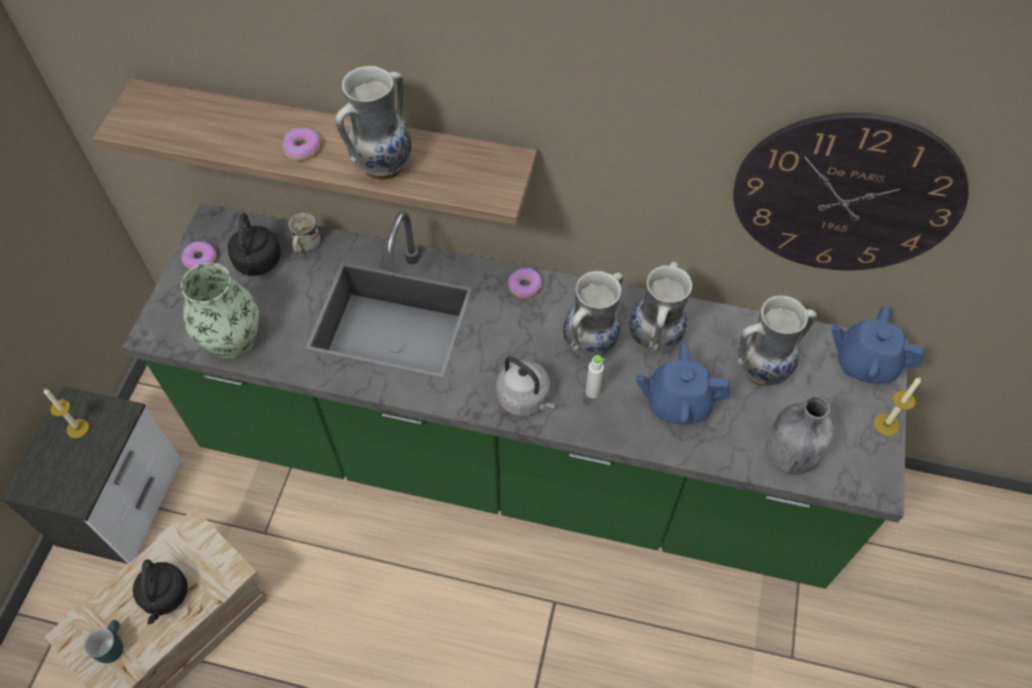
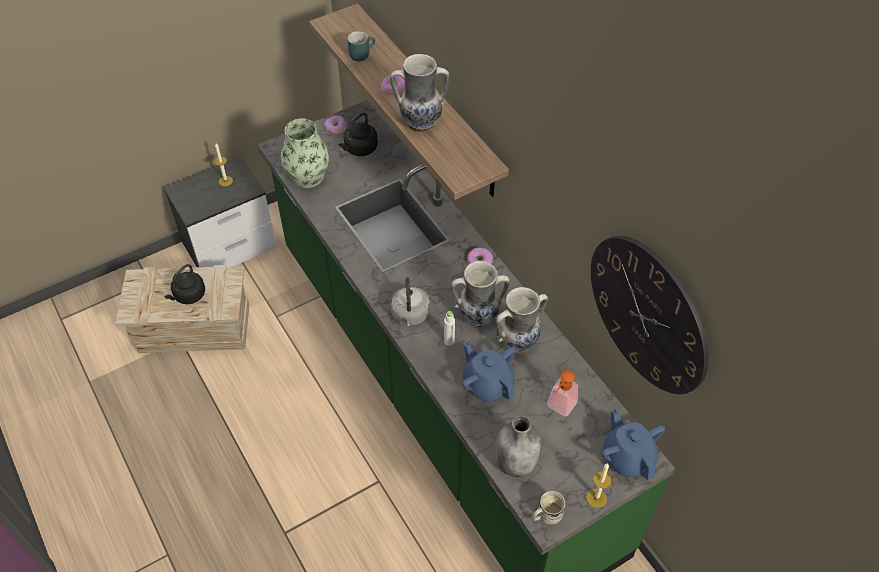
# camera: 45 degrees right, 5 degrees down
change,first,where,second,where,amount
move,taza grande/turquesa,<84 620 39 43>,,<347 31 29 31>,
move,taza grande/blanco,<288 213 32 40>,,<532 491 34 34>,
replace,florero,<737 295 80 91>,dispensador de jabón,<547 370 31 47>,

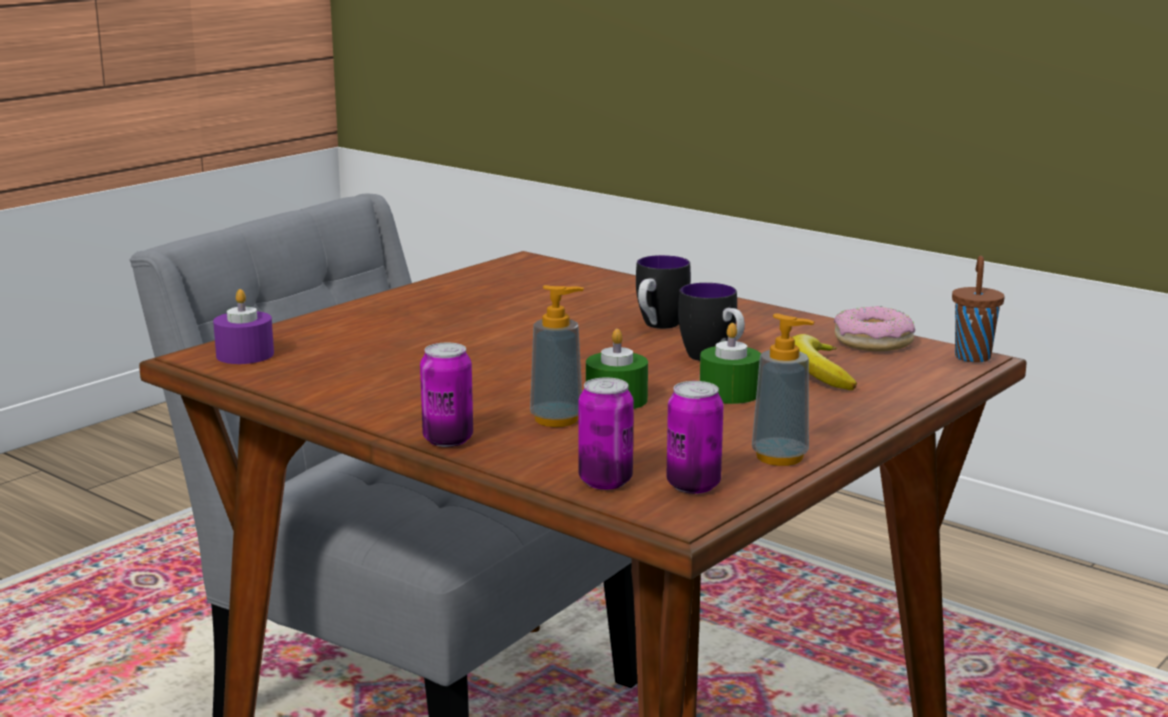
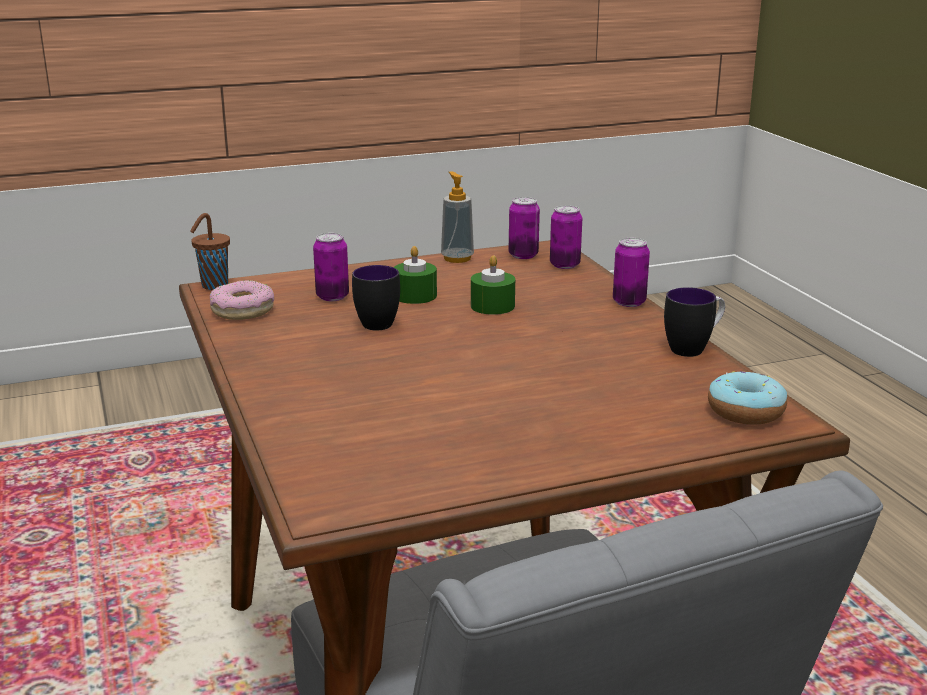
# camera: 150 degrees left, 5 degrees up
change,first,where,second,where,amount
replace,plátano,<793 334 64 56>,lata,<313 233 36 68>,
move,taza grande,<636 255 55 74>,,<664 287 61 70>,
replace,vela/morado,<213 289 61 75>,rosquilla,<708 371 79 54>,
delete,dispensador de jabón,<530 285 54 142>,,,

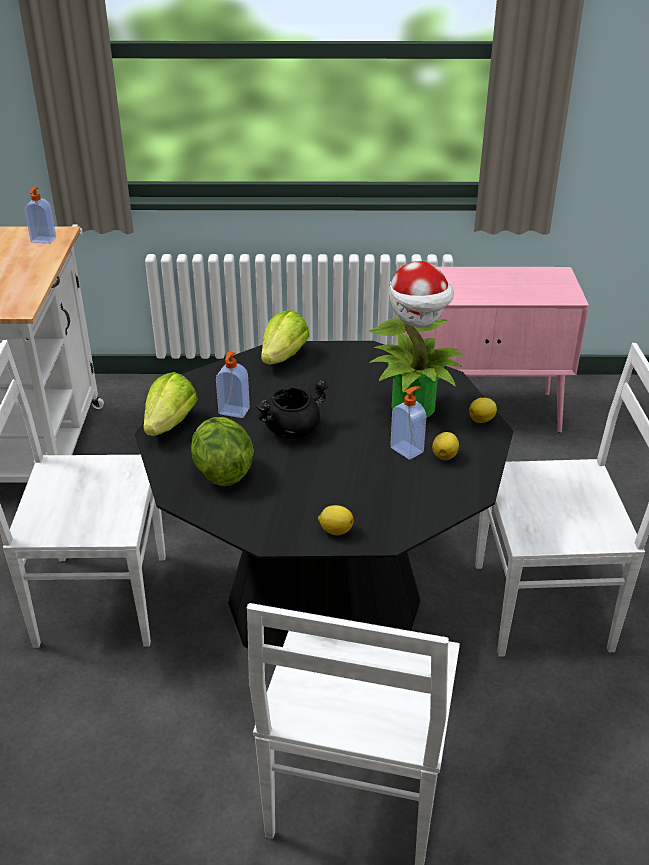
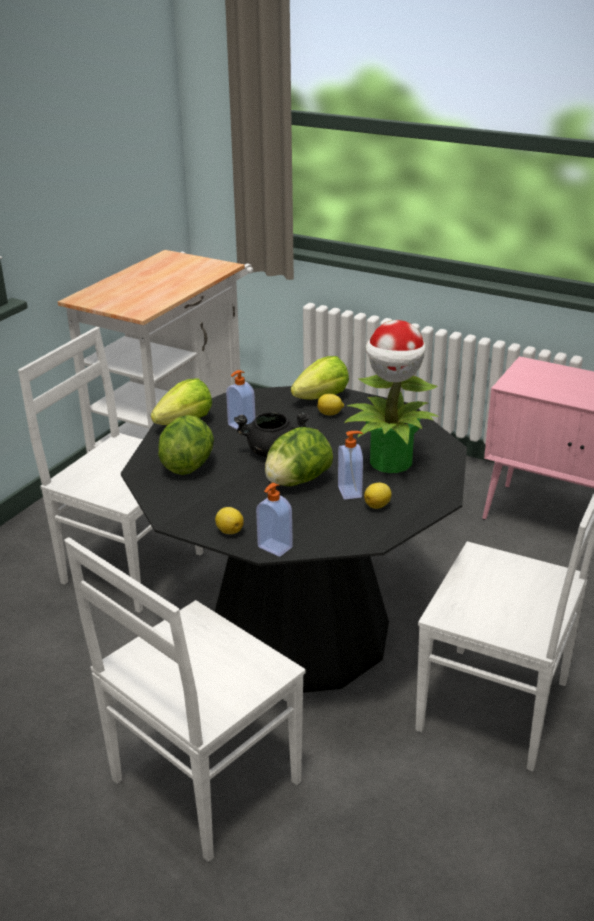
# camera: 30 degrees right, 5 degrees down
change,first,where,second,where,amount
move,dispensador de jabón,<25 187 31 57>,,<256 483 37 74>,
insert,,,lechuga,<265 427 68 59>,
move,limón,<469 398 28 25>,,<317 394 27 21>,

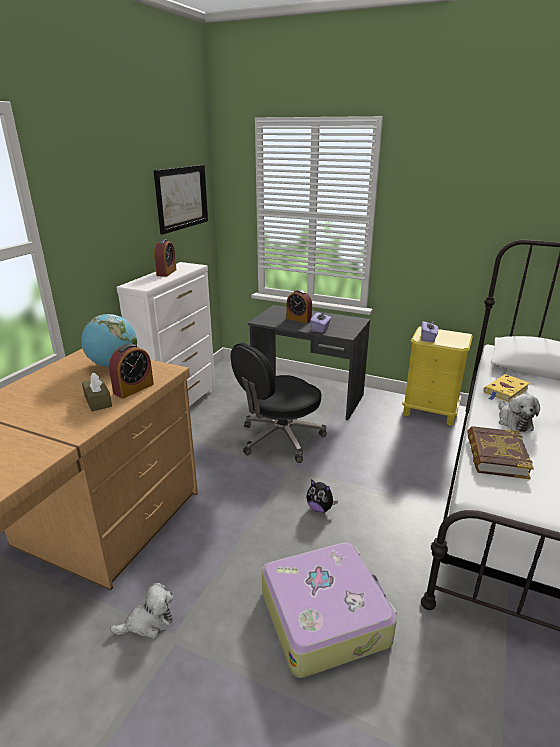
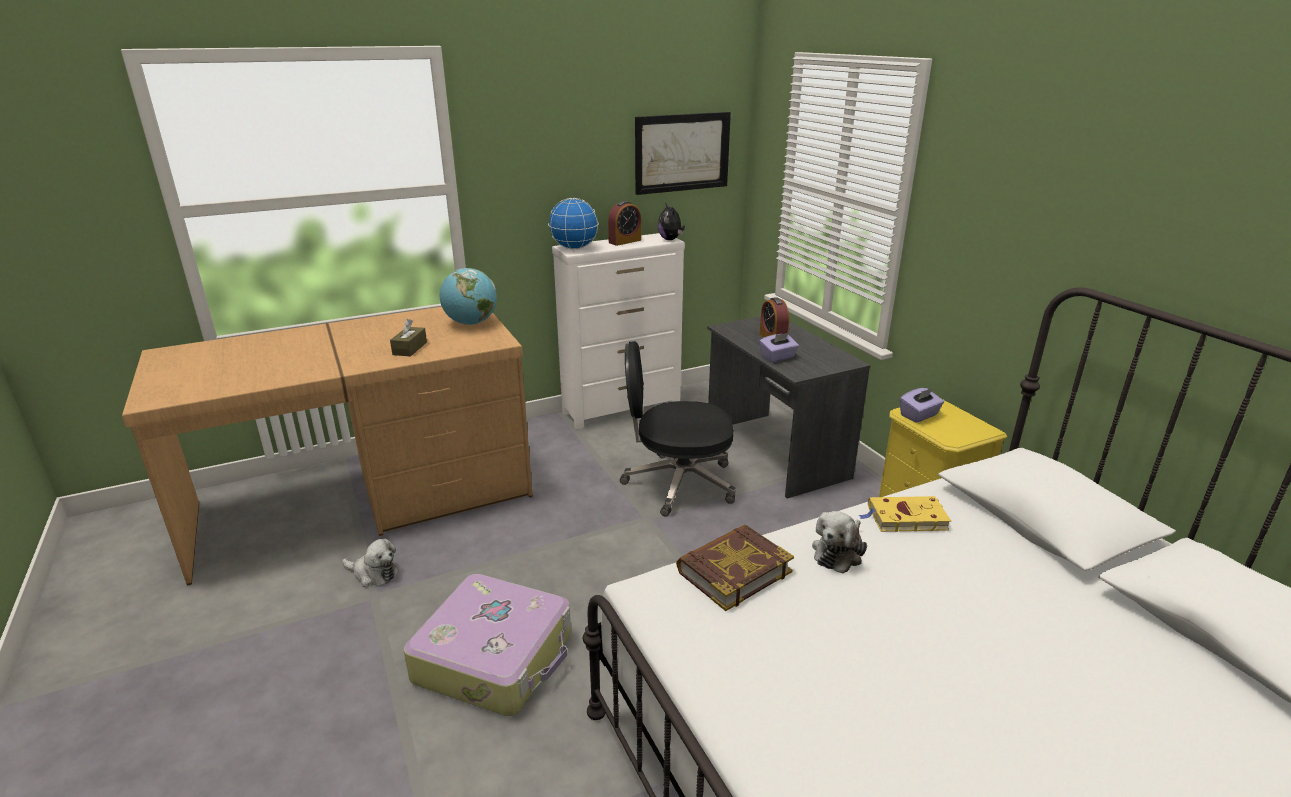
# camera: 40 degrees right, 0 degrees up
change,first,where,second,where,amount
insert,,,globo terráqueo,<548 198 51 51>,
move,peluche,<306 479 32 34>,,<658 204 27 36>,
delete,despertador,<109 344 45 55>,,,

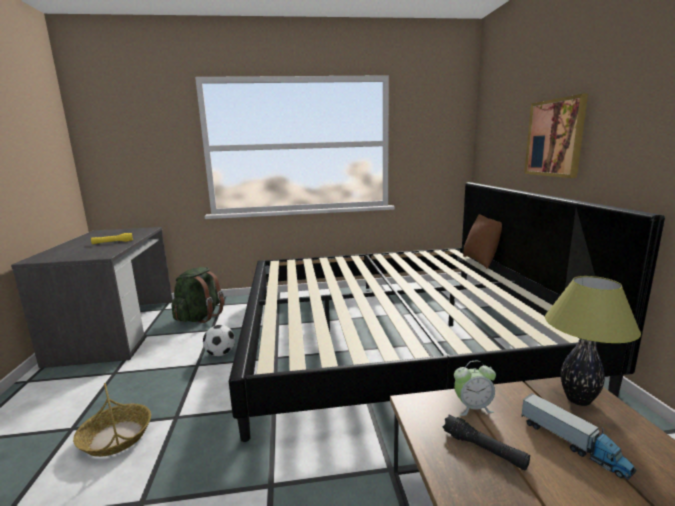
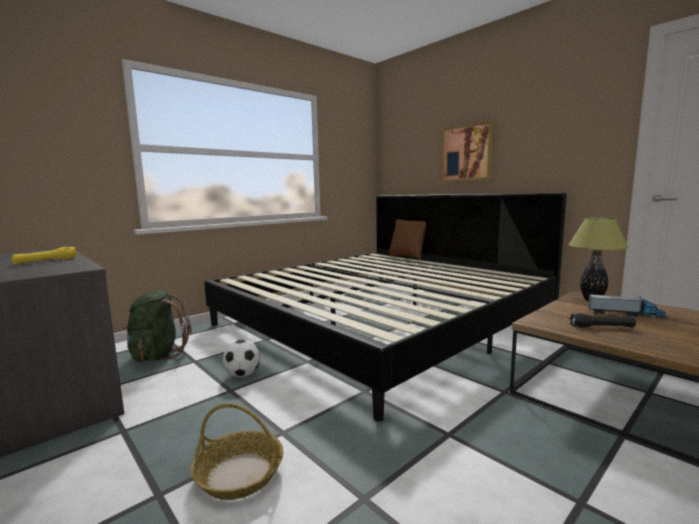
# camera: 35 degrees left, 5 degrees down
change,first,where,second,where,amount
delete,despertador,<454 361 42 55>,,,

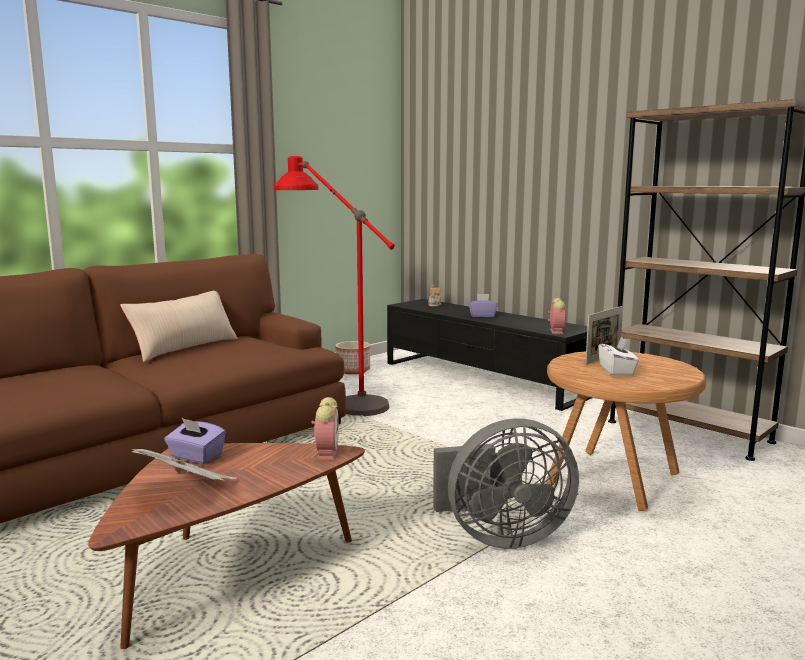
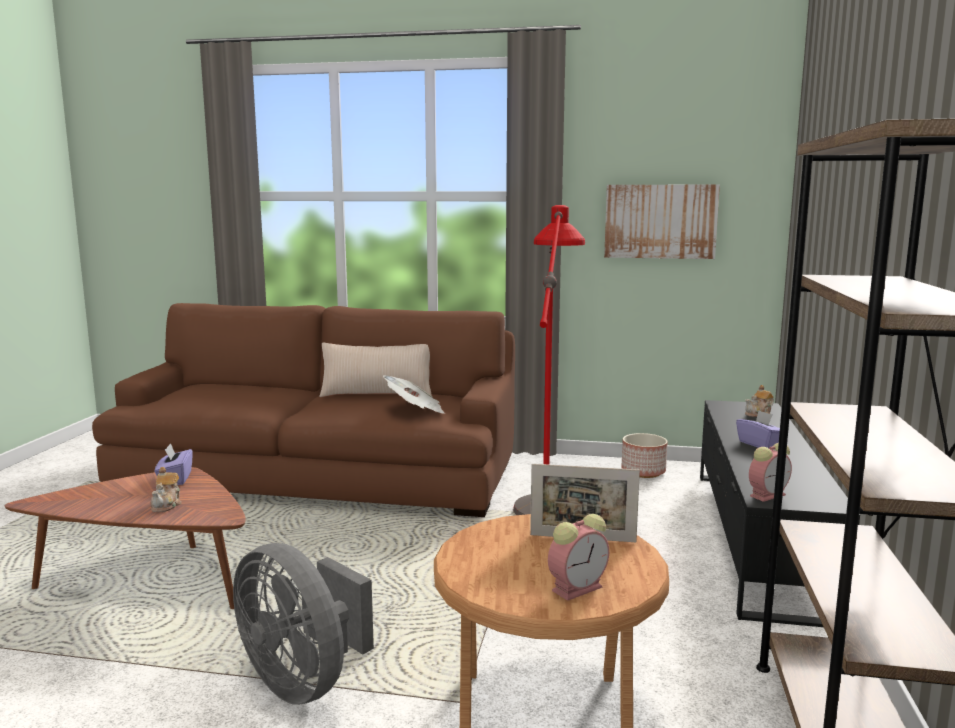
# camera: 55 degrees right, 0 degrees up
change,first,where,second,where,amount
insert,,,tetera,<150 467 32 45>,
move,periódico,<132 449 104 32>,,<383 375 62 39>,
move,despertador,<311 397 28 63>,,<548 514 61 87>,
insert,,,cuadro,<604 185 116 74>,
delete,caja de pañuelos/blanco,<598 336 41 40>,,,

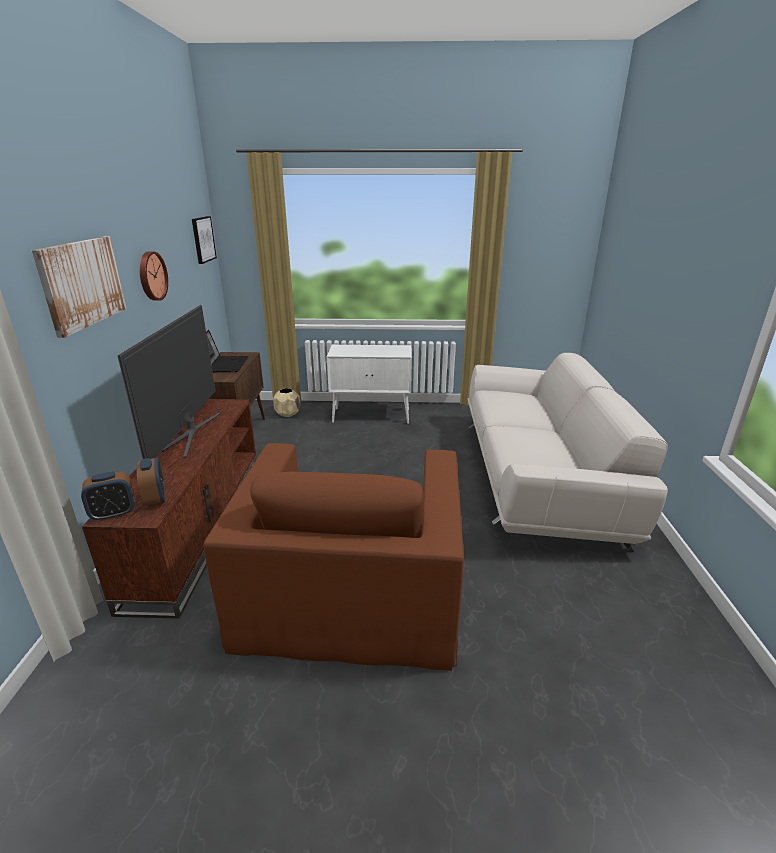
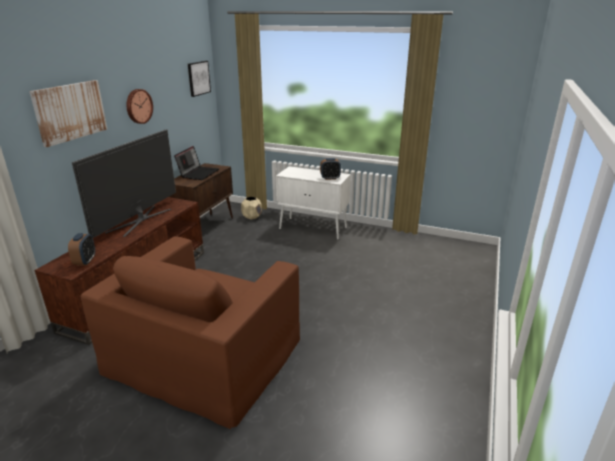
# camera: 20 degrees right, 0 degrees up
change,first,where,second,where,amount
move,despertador,<81 472 53 49>,,<320 158 21 22>,
delete,sofá/blanco,<467 353 201 199>,,,

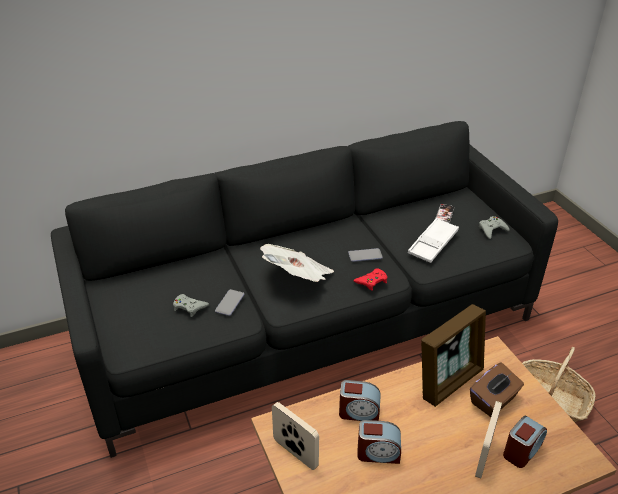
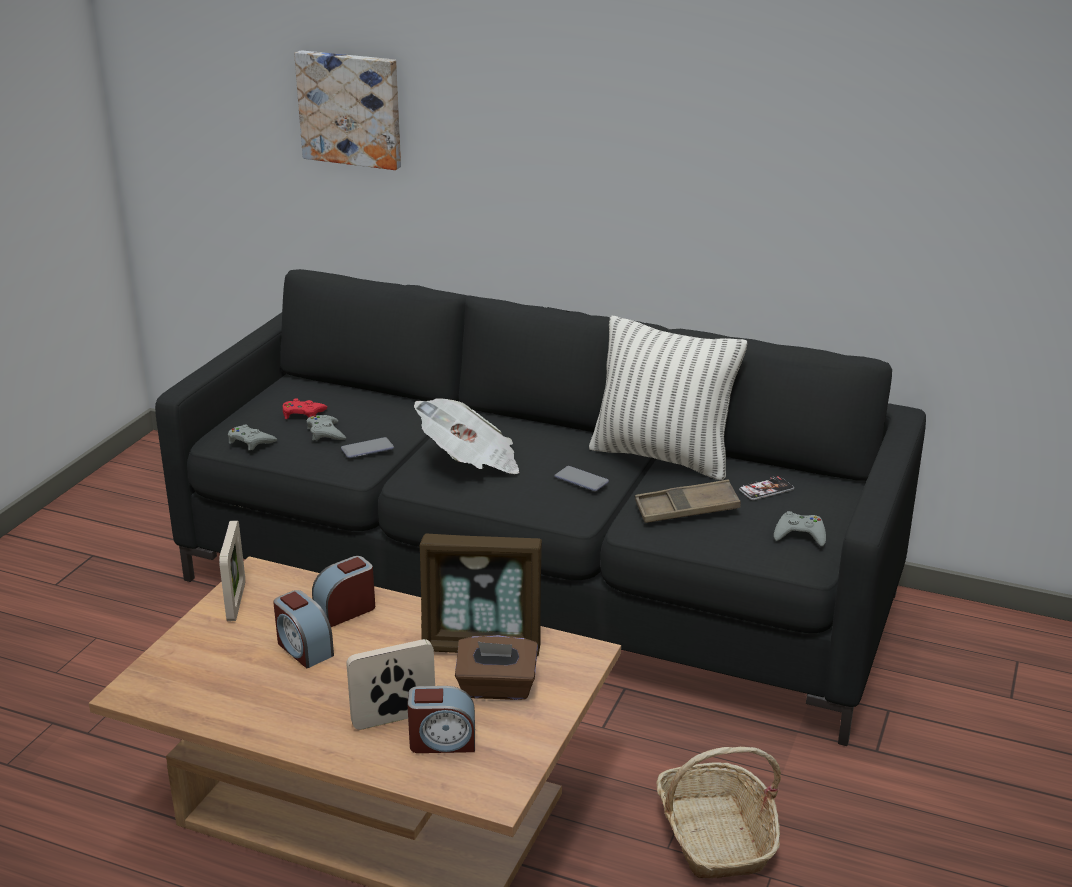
# camera: 45 degrees right, 10 degrees down
change,first,where,second,where,amount
insert,,,mando de consola/gris,<228 424 49 27>,
move,mando de consola/rojo,<353 268 35 23>,,<283 398 44 21>,
insert,,,cuadro,<294 50 107 120>,
rotate,despertador,<339 380 42 41>,,<312 556 63 71>,90 degrees clockwise
insert,,,cojín,<589 315 158 165>,
recolor,bandeja/blanco,<408 218 51 45>,bandeja/marrón,<635 480 106 43>,

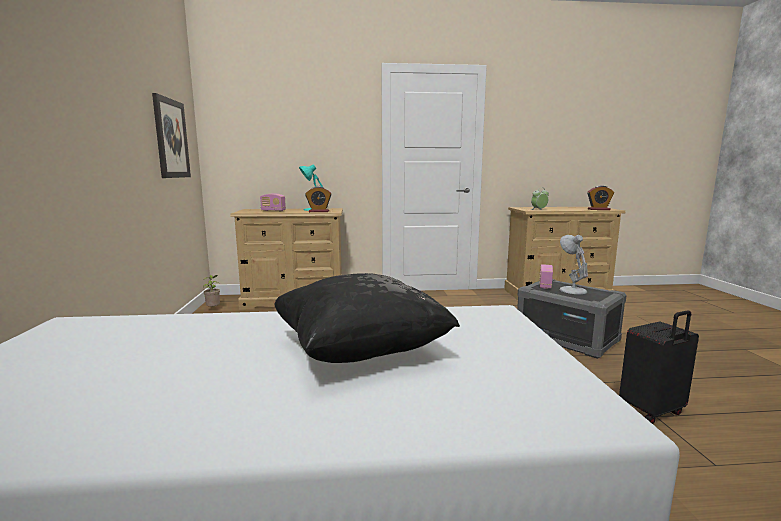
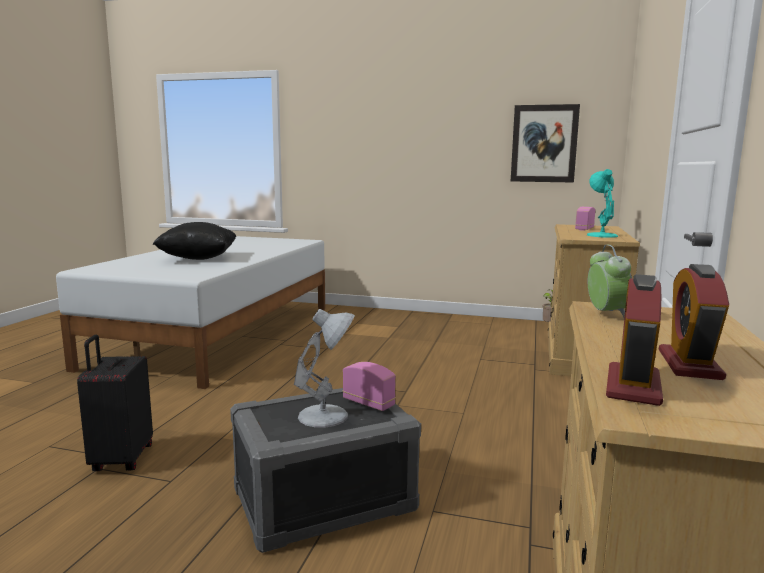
# camera: 110 degrees right, 0 degrees up
change,first,where,second,where,amount
move,despertador,<305 186 27 26>,,<659 264 70 116>,

